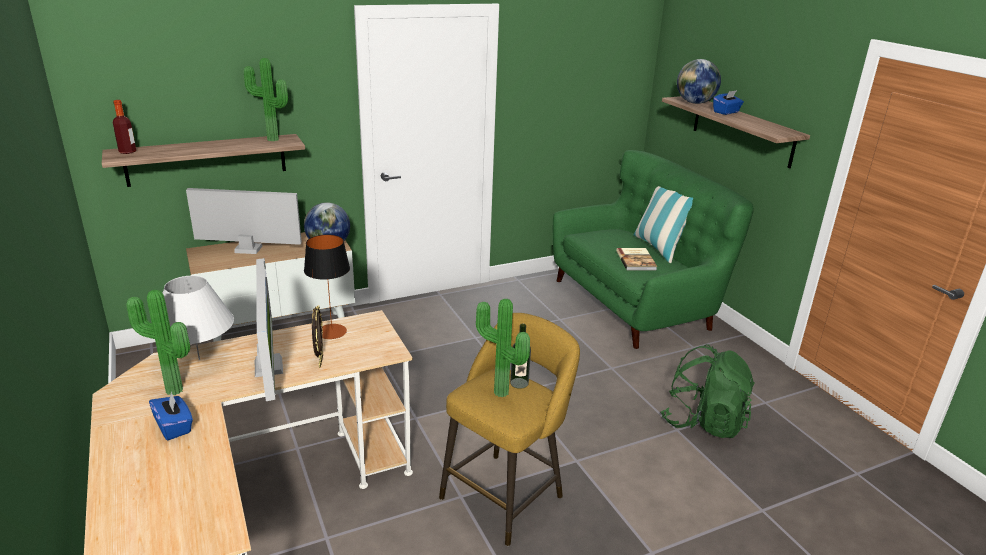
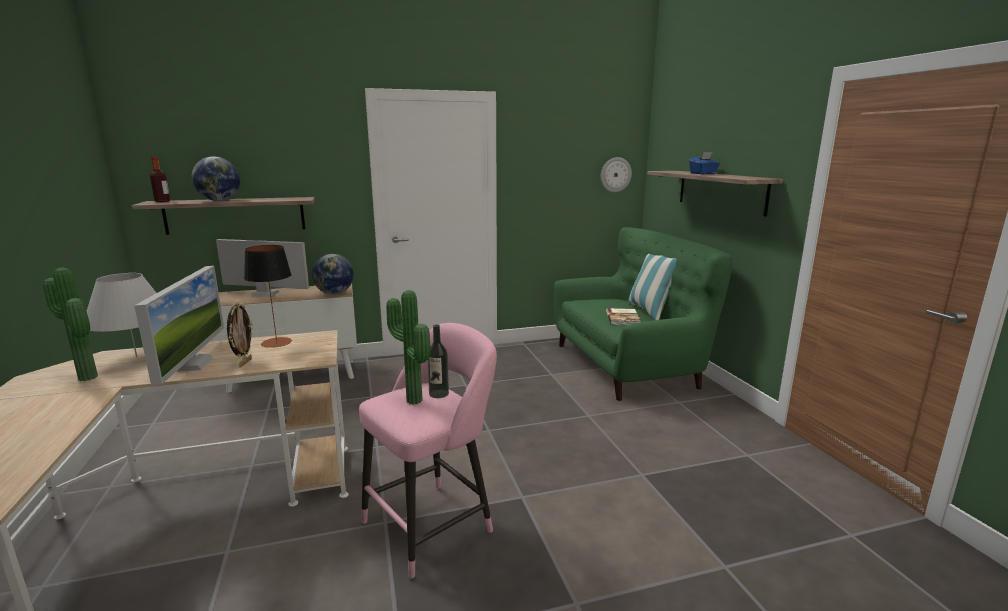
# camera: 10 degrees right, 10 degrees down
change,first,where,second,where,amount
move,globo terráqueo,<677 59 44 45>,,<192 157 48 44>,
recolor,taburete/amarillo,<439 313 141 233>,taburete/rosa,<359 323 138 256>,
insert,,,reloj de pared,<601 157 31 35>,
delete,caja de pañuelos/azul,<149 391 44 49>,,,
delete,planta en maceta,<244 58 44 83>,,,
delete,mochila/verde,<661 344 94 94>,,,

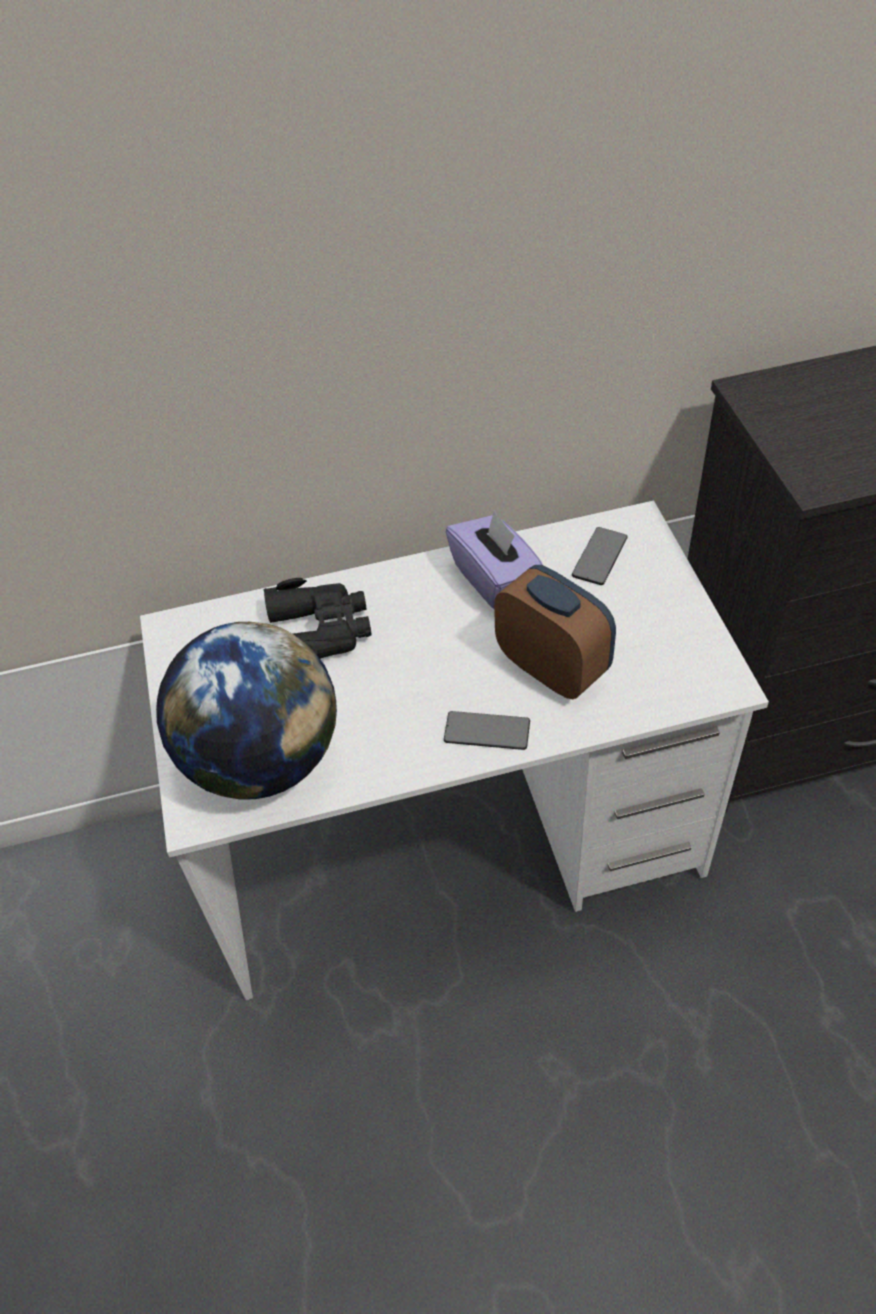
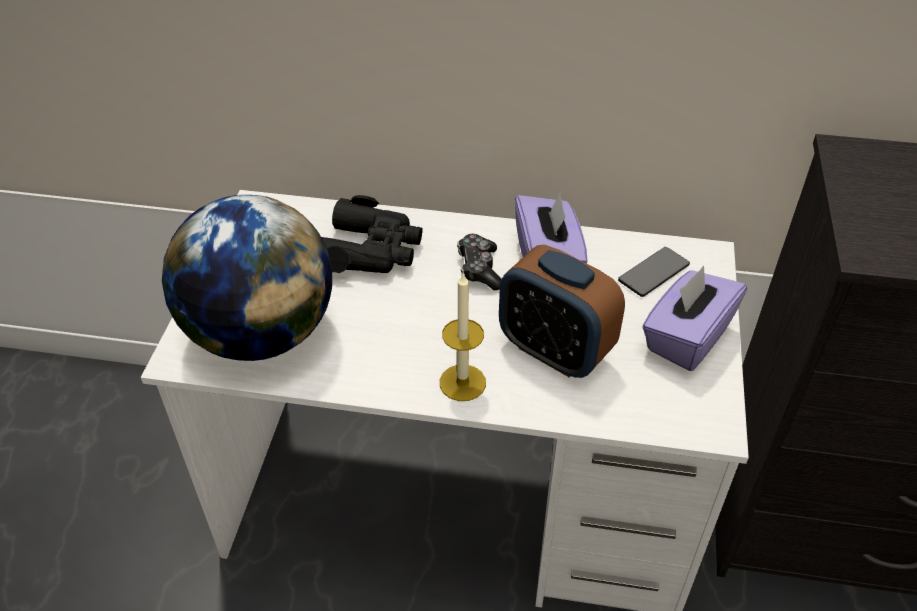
# camera: 20 degrees right, 5 degrees down
change,first,where,second,where,amount
replace,móvil,<444 711 86 39>,vela,<440 272 46 129>,
insert,,,mando de consola,<457 234 45 56>,
rotate,despertador,<494 565 122 134>,,<499 245 126 133>,150 degrees clockwise
insert,,,caja de pañuelos/morado,<642 266 105 105>,

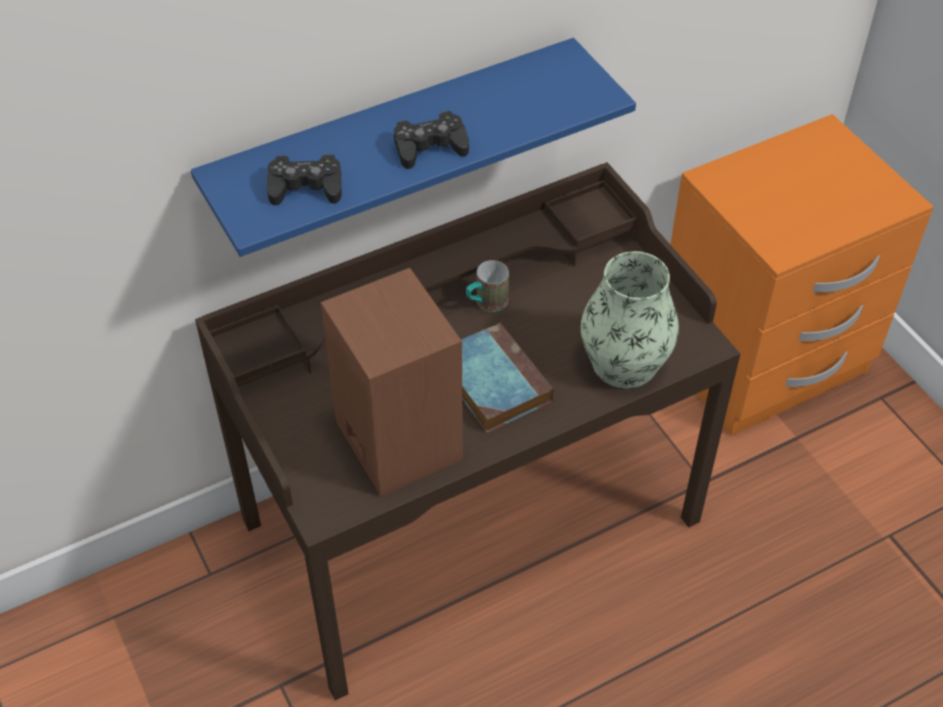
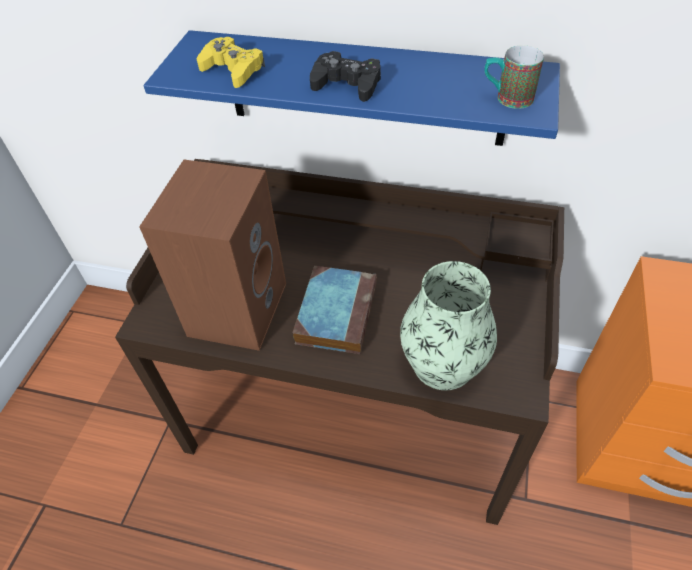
# camera: 45 degrees right, 0 degrees up
change,first,where,second,where,amount
recolor,mando de consola/negro,<267 154 75 51>,mando de consola/amarillo,<197 37 68 51>,
move,taza grande,<466 260 43 52>,,<484 45 60 64>,

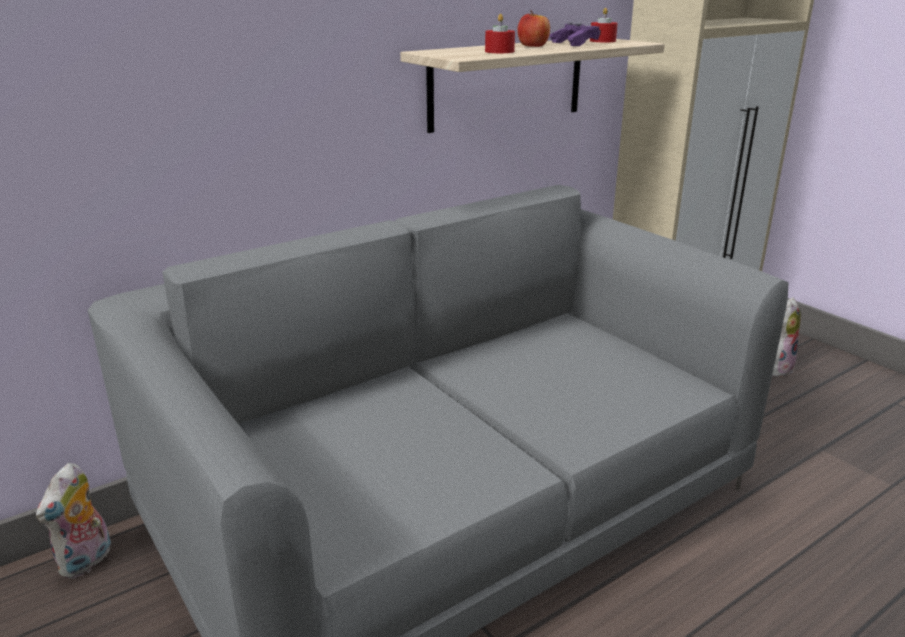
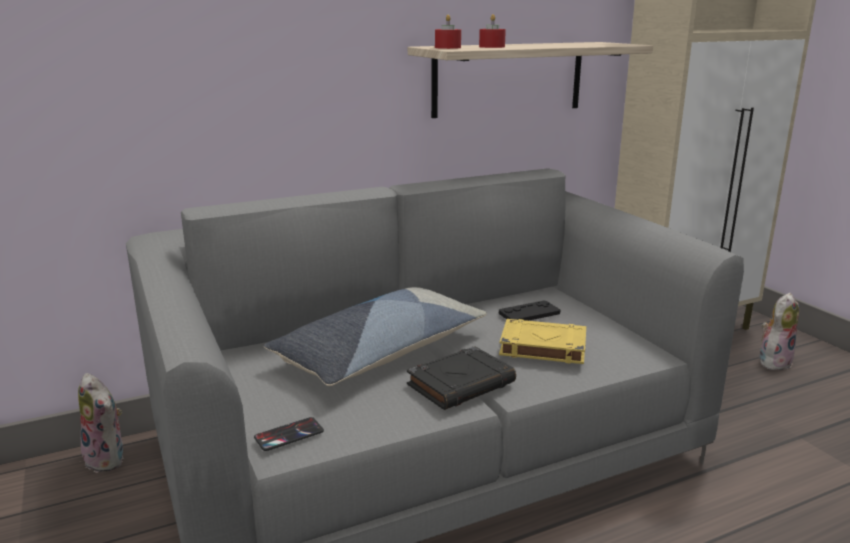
# camera: 10 degrees right, 5 degrees down
change,first,where,second,where,amount
rotate,peluche,<36 463 75 116>,,<78 373 45 100>,75 degrees counterclockwise
insert,,,móvil,<254 417 70 34>,
insert,,,cojín,<264 287 223 99>,
insert,,,libro/negro,<407 346 109 64>,
move,vela/rojo,<590 8 28 34>,,<435 14 26 35>,
insert,,,mando de consola/negro,<499 301 61 20>,
insert,,,libro/amarillo,<499 319 87 45>,
delete,manzana,<517 10 33 37>,,,
delete,mando de consola/morado,<550 22 51 24>,,,

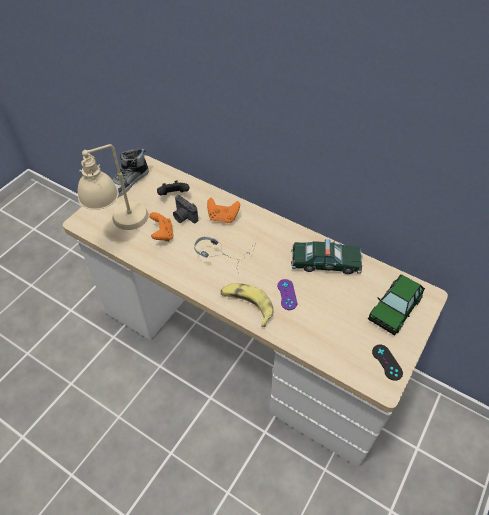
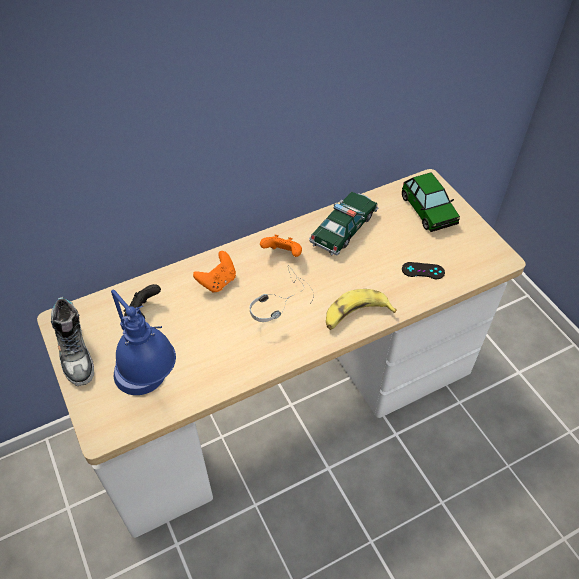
# camera: 60 degrees left, 0 degrees up
change,first,where,second,where,amount
recolor,lámpara de mesa/beis,<78 144 71 86>,lámpara de mesa/azul,<111 290 65 105>,
move,mando de consola/naranja,<149 212 25 30>,,<260 234 42 23>,
move,mando de consola/negro,<372 345 31 36>,,<402 262 43 17>,
delete,cámara,<173 195 25 28>,,,
delete,mando de consola/morado,<277 279 20 31>,,,

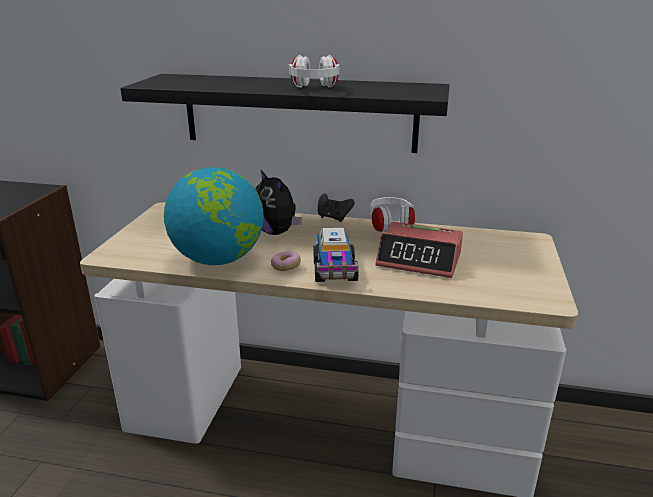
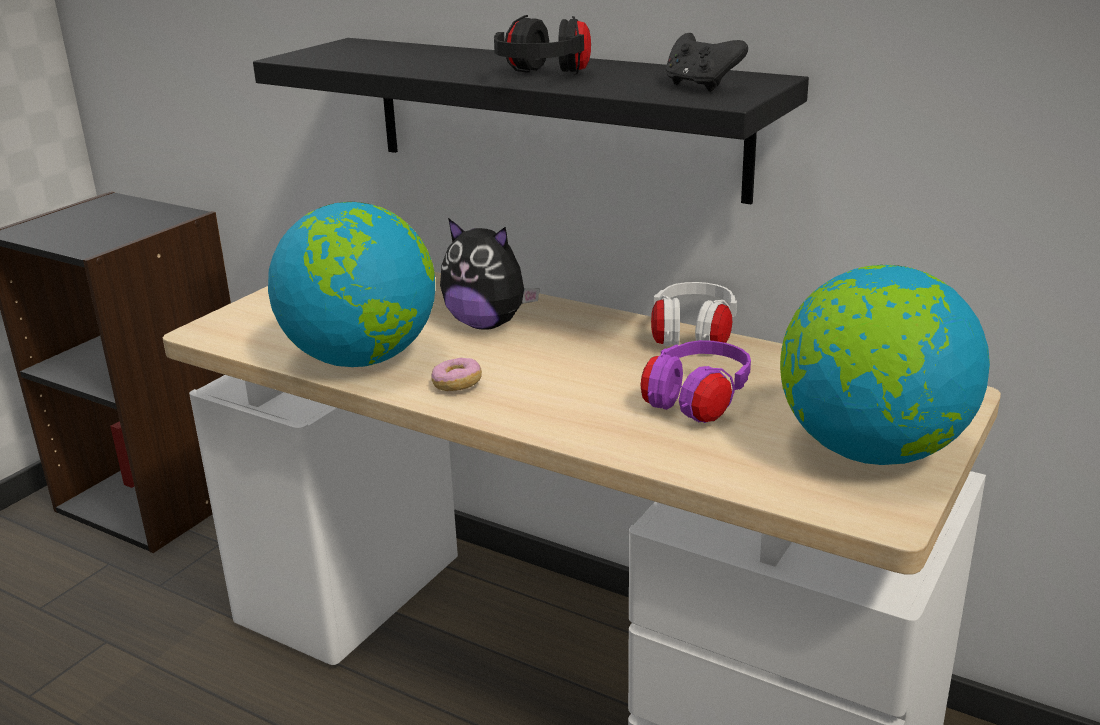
# camera: 20 degrees right, 0 degrees up
change,first,where,second,where,amount
rotate,peluche,<255 169 47 66>,,<440 218 100 112>,45 degrees counterclockwise
recolor,auriculares/blanco,<288 55 52 32>,auriculares/negro,<494 15 97 60>,
replace,despertador,<376 222 87 56>,auriculares/morado,<640 340 111 83>,
move,mando de consola/negro,<318 194 37 28>,,<666 33 82 59>,
insert,,,globo terráqueo,<780 265 210 200>,
delete,camión de juguete,<313 228 45 54>,,,

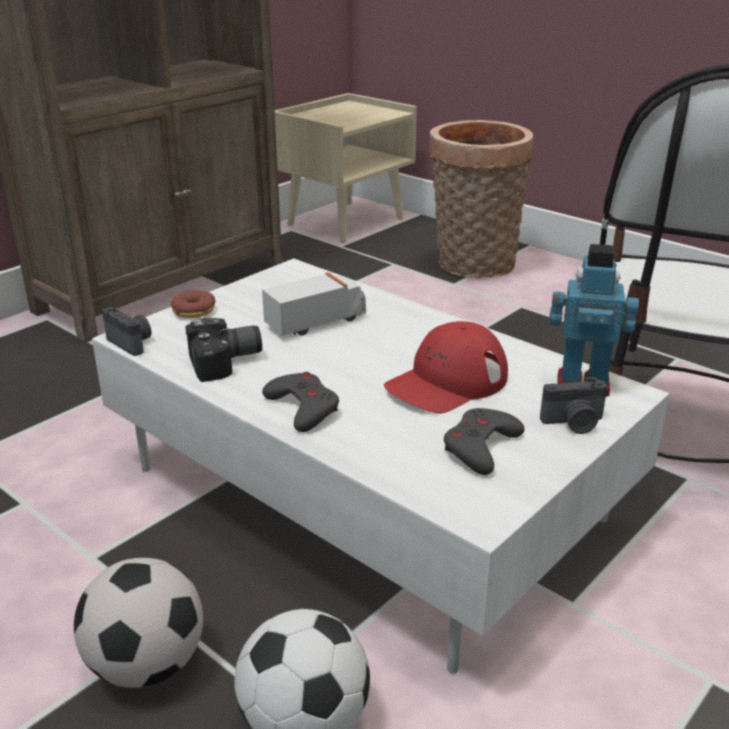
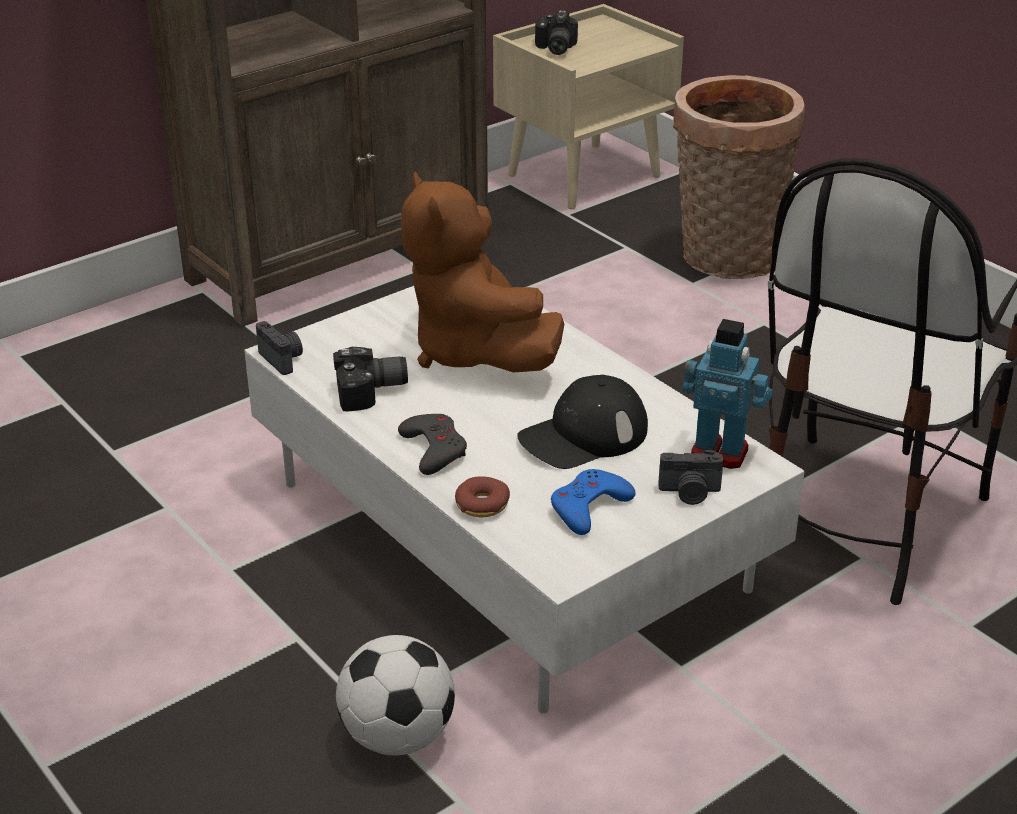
# camera: 10 degrees right, 5 degrees up
change,first,where,second,where,amount
replace,camión de juguete,<262 272 104 64>,peluche/marrón,<401 171 163 201>,
move,rosquilla,<171 290 44 28>,,<455 476 55 41>,
recolor,gorra/rojo,<384 321 124 92>,gorra/negro,<517 374 131 95>,
insert,,,cámara,<535 10 43 45>,
recolor,mando de consola/gris,<444 408 81 67>,mando de consola/azul,<551 469 85 66>,
delete,balón de fútbol,<74 558 129 130>,,,

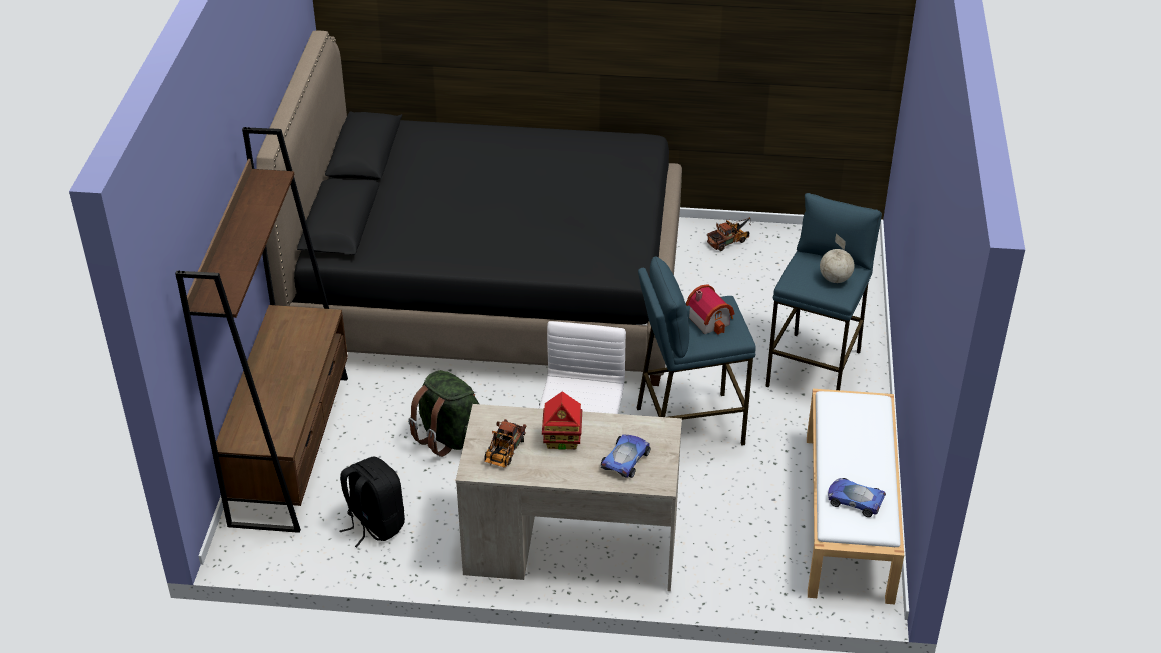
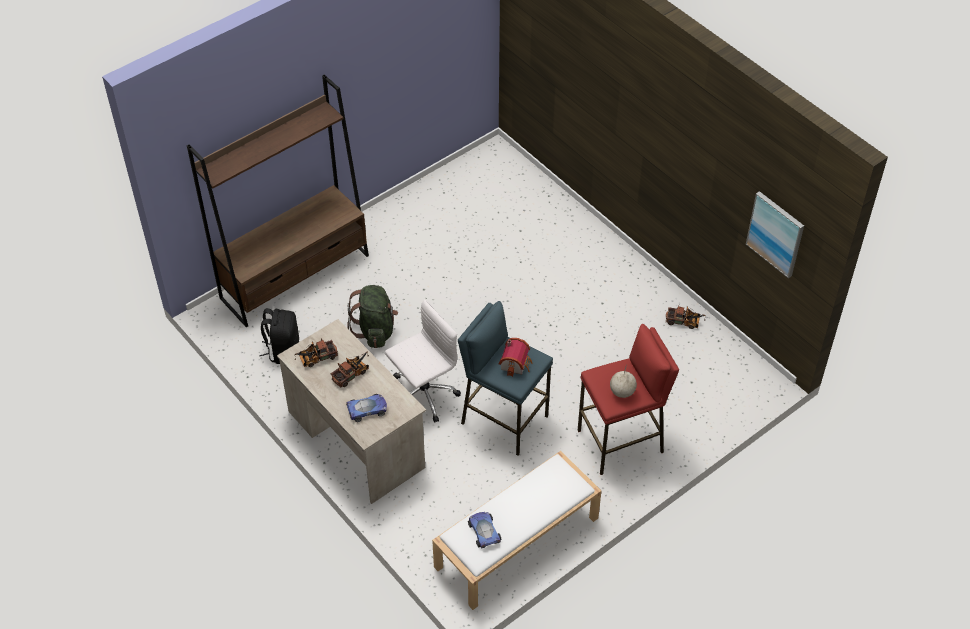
# camera: 45 degrees right, 10 degrees up
change,first,where,second,where,amount
replace,casita,<542 392 40 58>,camión de juguete,<331 351 38 36>,
recolor,taburete/azul,<765 193 117 197>,taburete/rojo,<577 324 102 151>,
insert,,,cuadro,<746 191 58 87>,
delete,cama/negro,<256 30 426 356>,,,

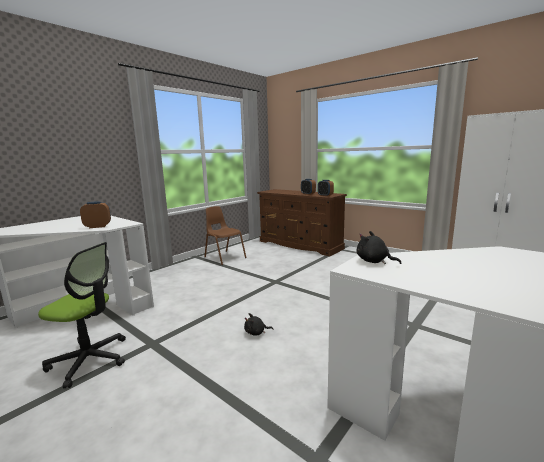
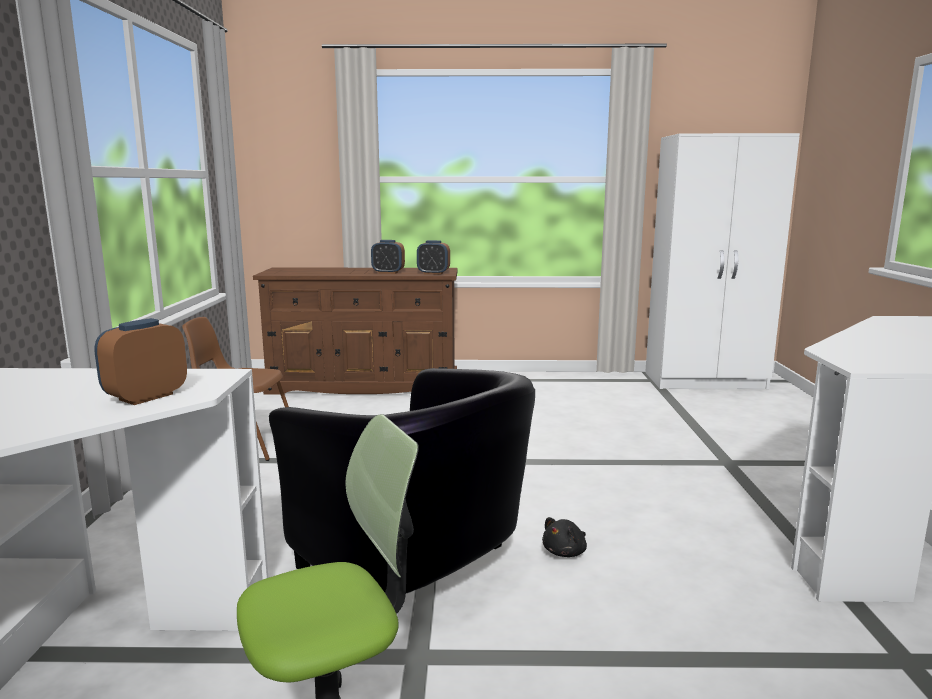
# camera: 40 degrees left, 0 degrees up
change,first,where,second,where,amount
insert,,,sillón/negro,<269 368 266 225>,
delete,peluche/negro,<356 231 45 33>,,,

